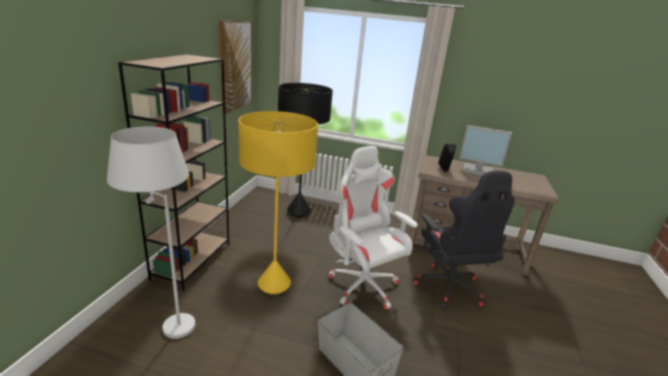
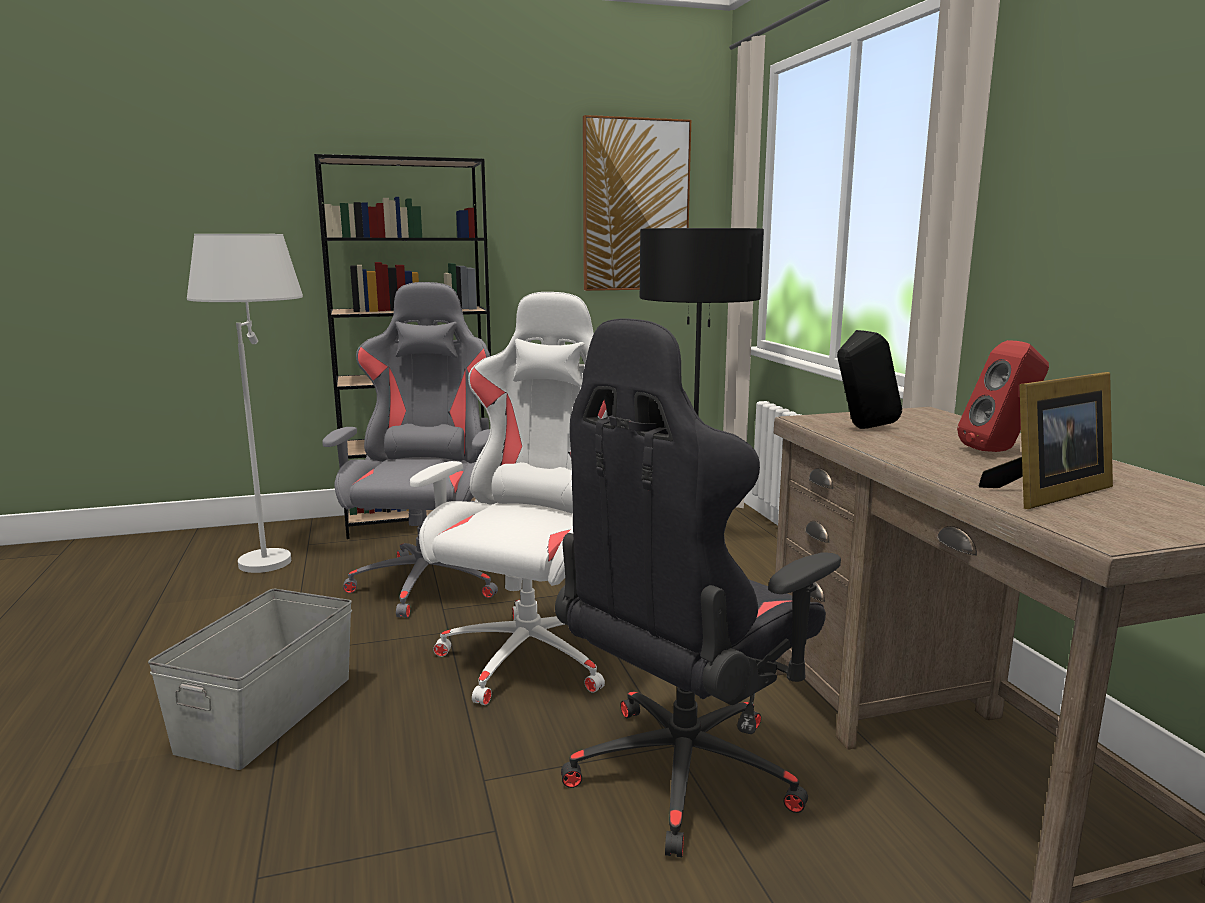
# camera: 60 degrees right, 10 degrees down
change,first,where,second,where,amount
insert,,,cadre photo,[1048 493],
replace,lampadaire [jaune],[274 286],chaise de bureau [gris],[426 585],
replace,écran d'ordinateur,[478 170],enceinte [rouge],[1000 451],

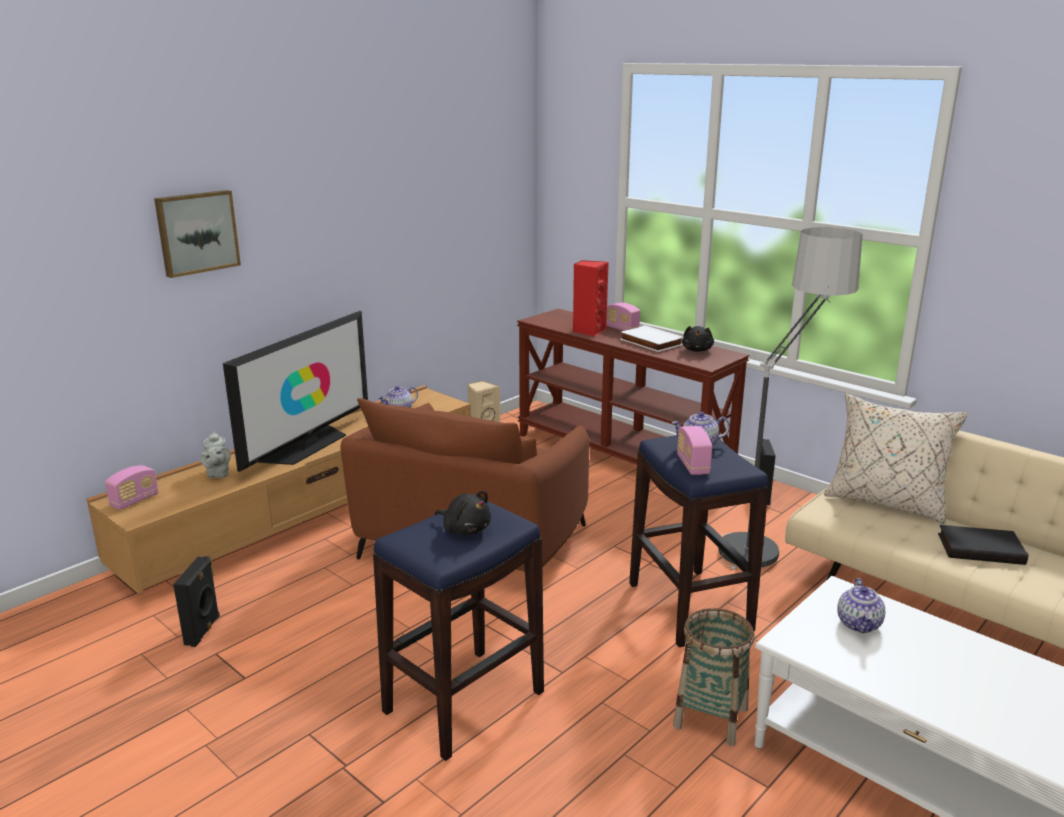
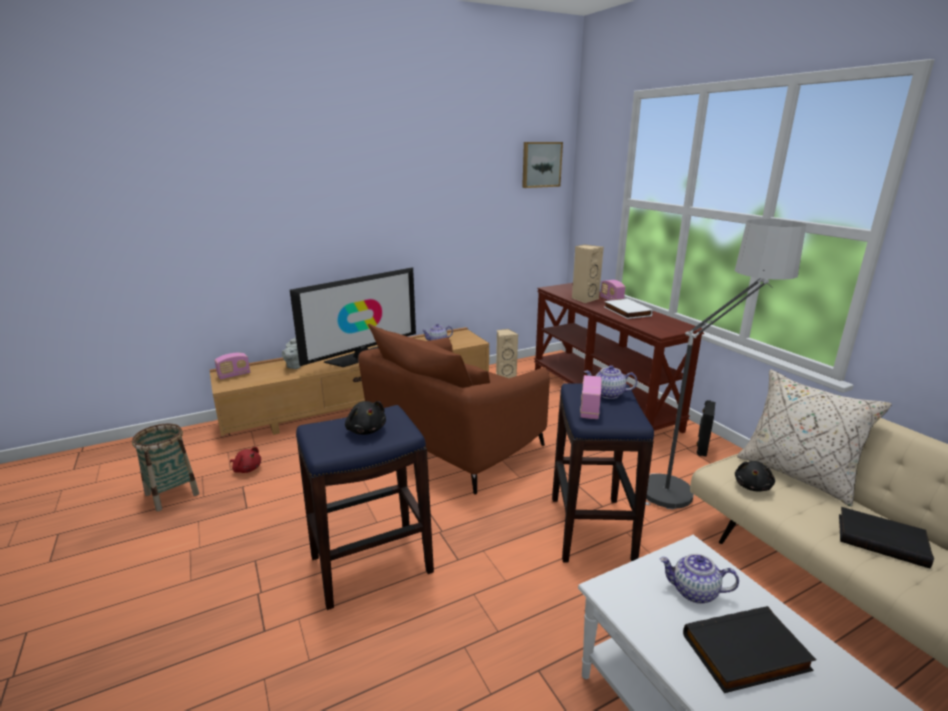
# camera: 20 degrees right, 0 degrees up
change,first,where,second,where,amount
insert,,,livre [noir],[746 654],
move,tableau,[196 232],,[541 164],
move,panier,[711 717],,[172 494],
move,peluche [noir],[697 350],,[752 486],
replace,enceinte [noir],[203 630],peluche [rouge],[247 469],
recolor,enceinte [rouge],[589 331],enceinte [beige],[584 299],
rotate,théière,[859 624],,[694 592],75 degrees clockwise

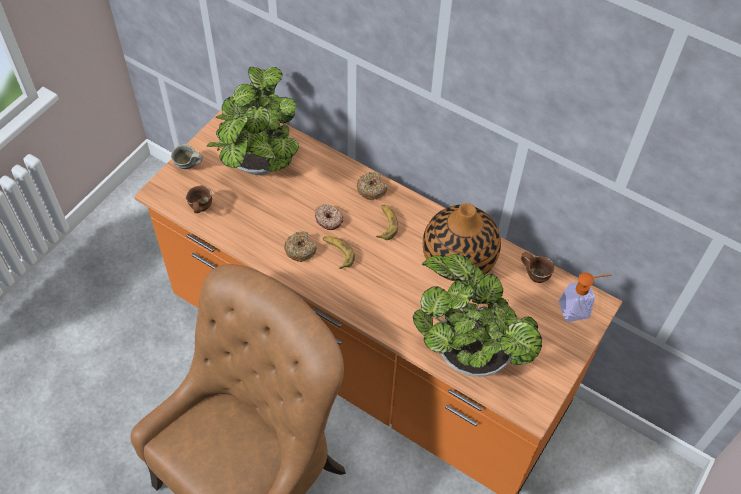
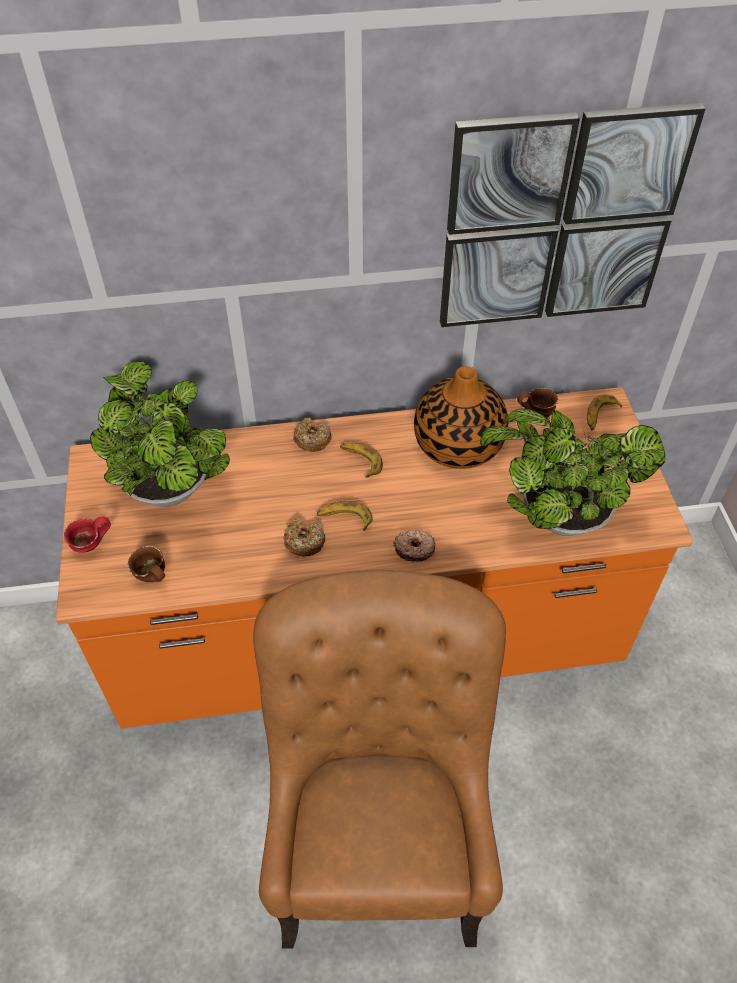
# camera: 40 degrees left, 5 degrees down
change,first,where,second,where,amount
insert,,,tableau,[559 221],
move,beignet,[329 219],,[414 548],
replace,distributeur de savon,[579 309],banane,[600 416],
recolor,mug [gris],[188 167],mug [rouge],[91 547],

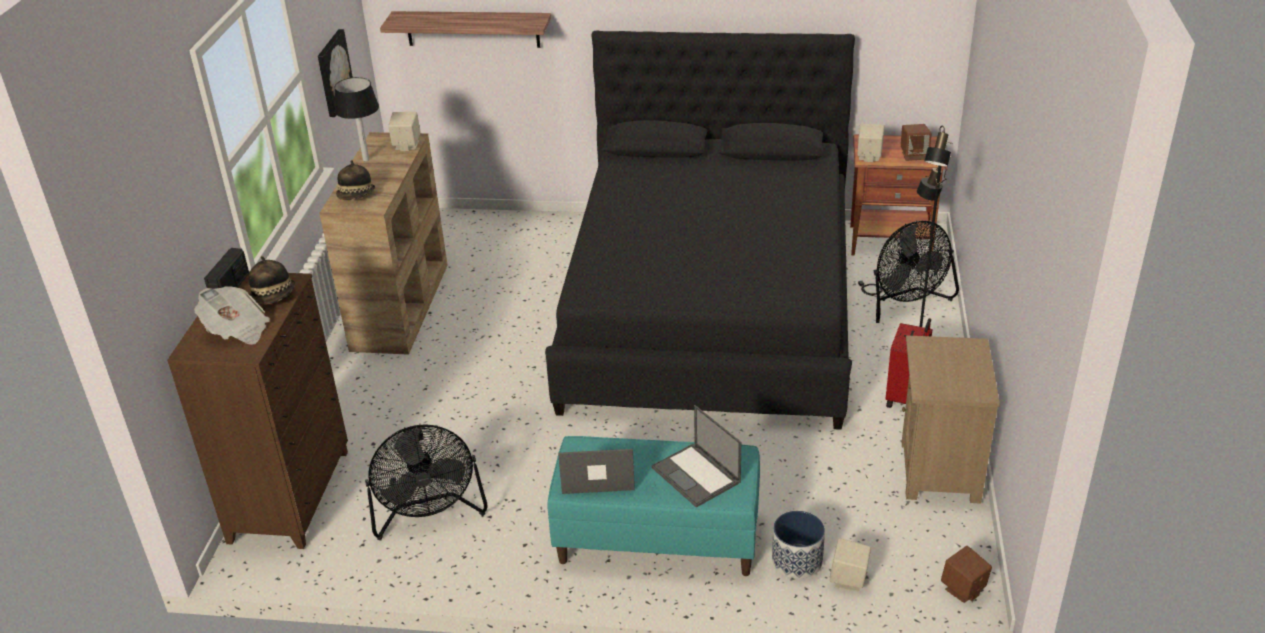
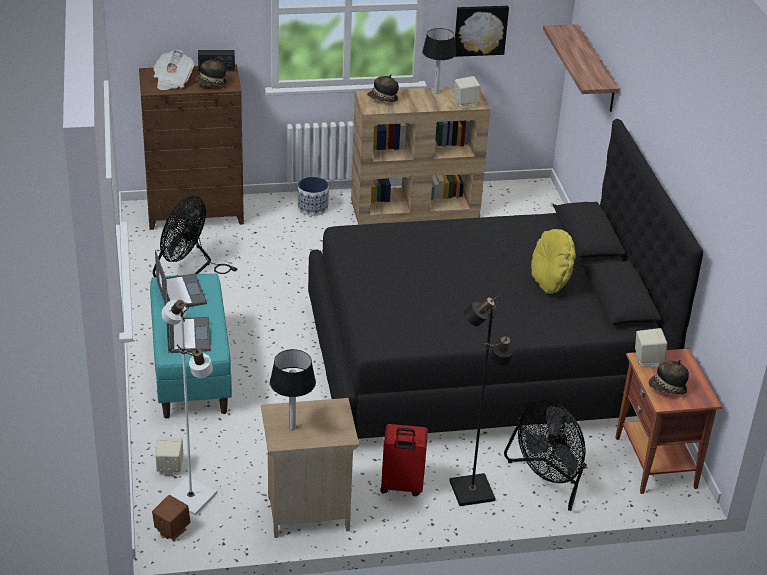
# camera: 70 degrees right, 0 degrees up
change,first,where,second,where,amount
insert,,,lampadaire [blanc],[191 497],
insert,,,lampe de table,[292 428],
insert,,,coussin [jaune],[550 283],
move,cache-pot,[797 560],,[313 208],
replace,enceinte [marron],[914 155],chapeau,[667 389],
rotate,ventilateur [noir],[424 513],,[193 267],60 degrees clockwise
rotate,ordinateur portable,[697 475],,[188 335],135 degrees clockwise

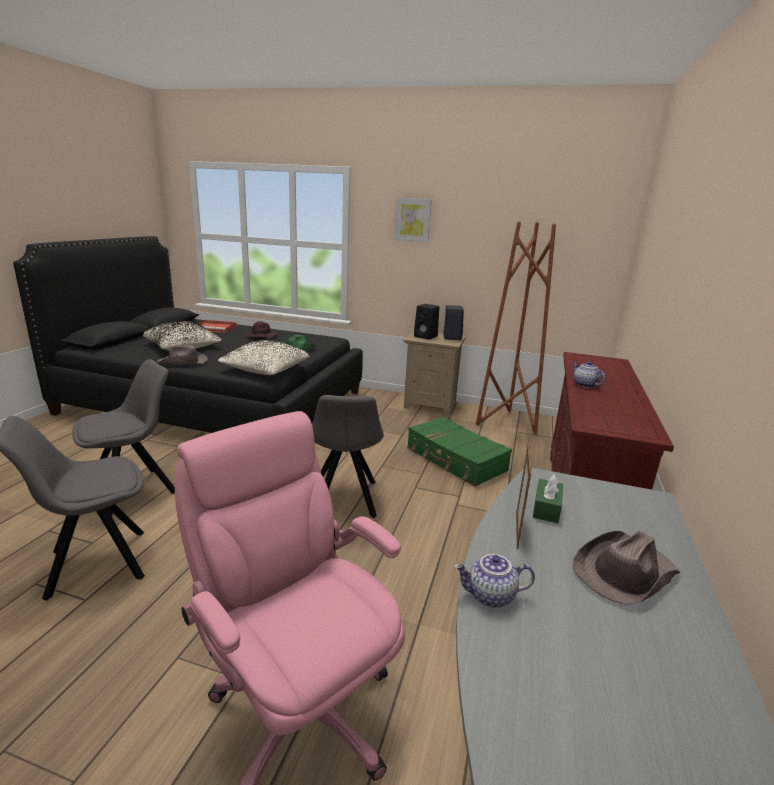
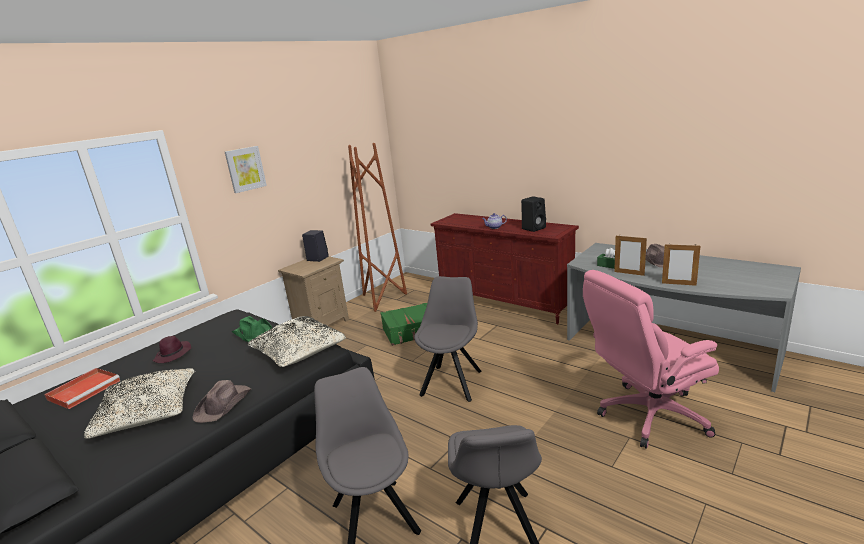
# camera: 65 degrees left, 0 degrees up
change,first,where,second,where,amount
move,enceinte [noir],[426 336],,[534 228],
replace,théière,[490 596],cadre photo,[678 284],
rotate,chaise [gris],[345 499],,[452 383],90 degrees counterclockwise

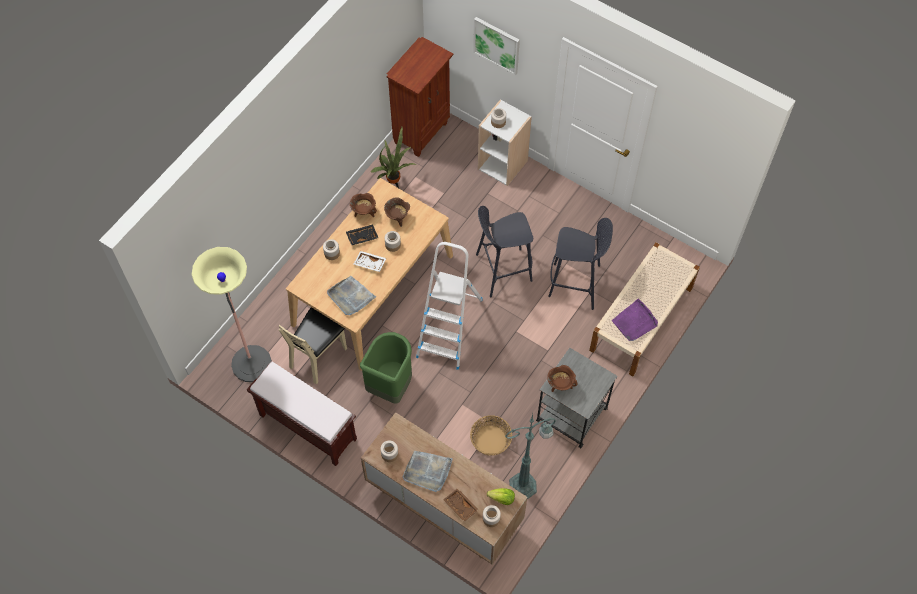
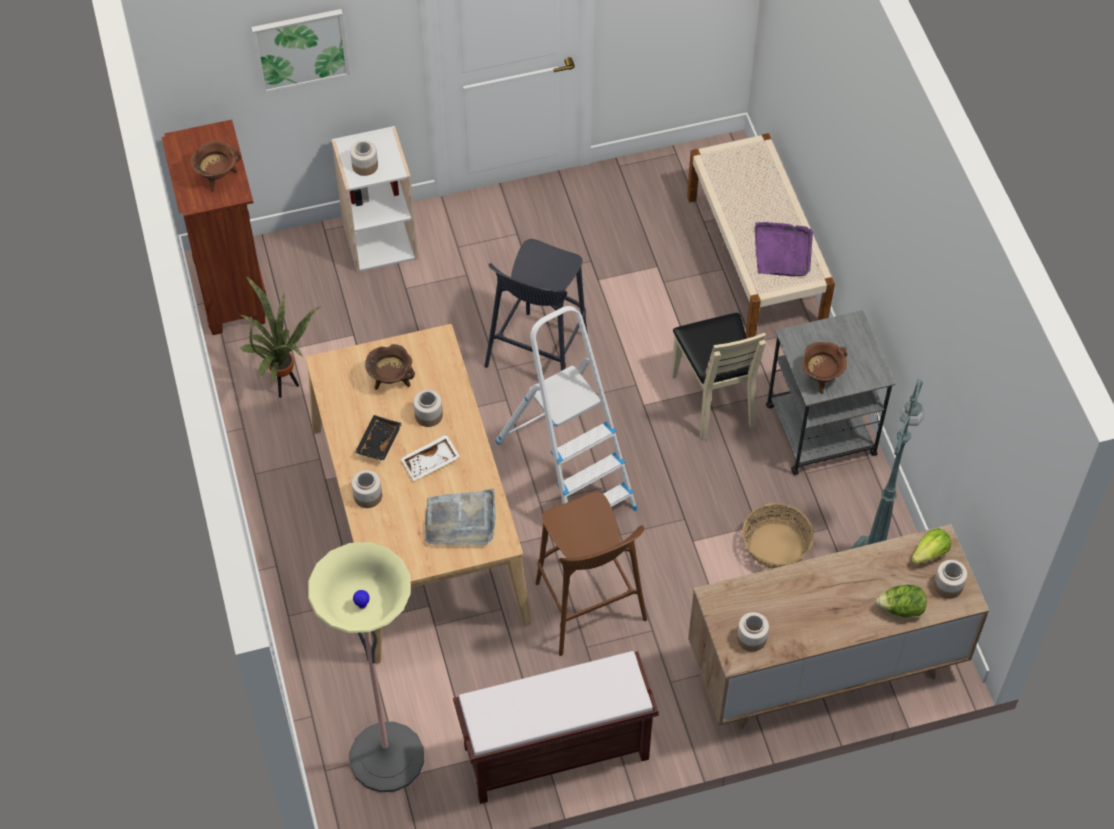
# camera: 50 degrees left, 5 degrees down
change,first,where,second,where,amount
delete,plateau [gris],[427 471],,,
delete,tabouret [gris],[575 284],,,
move,chaise [beige],[318 356],,[714 399],
move,marmite [marron],[364 212],,[218 177],
replace,poubelle [vert],[390 385],tabouret [marron],[587 606],
replace,plateau [marron],[460 506],laitue,[901 609],

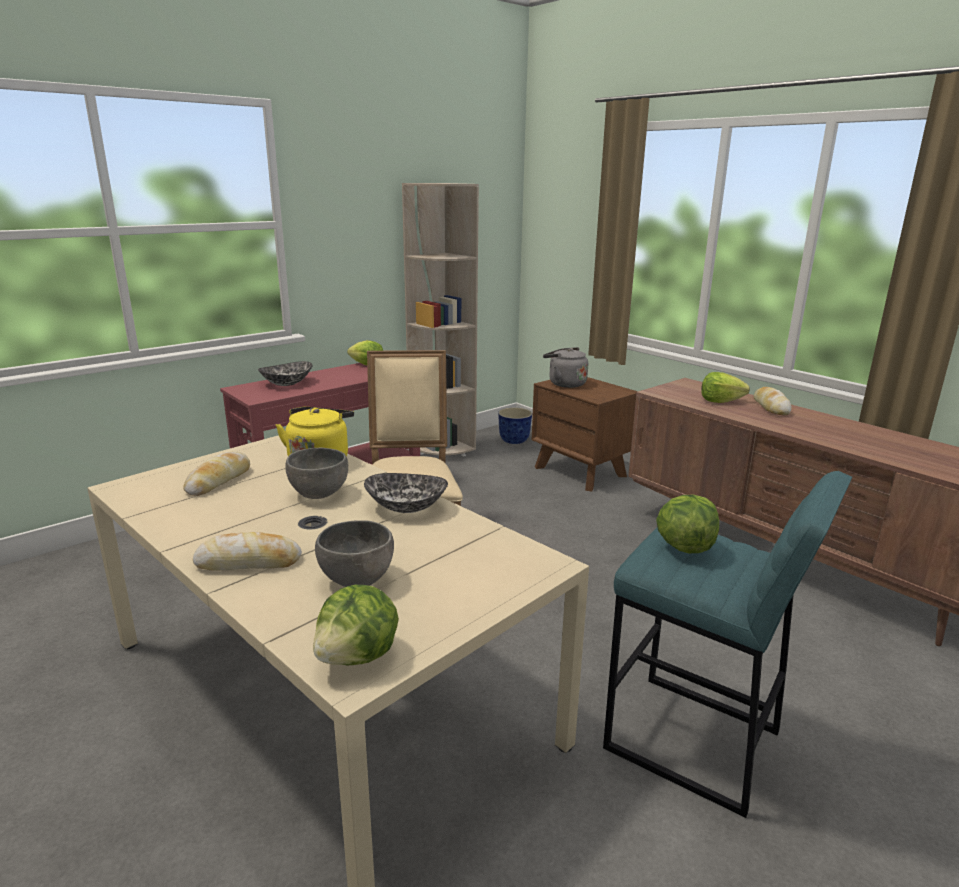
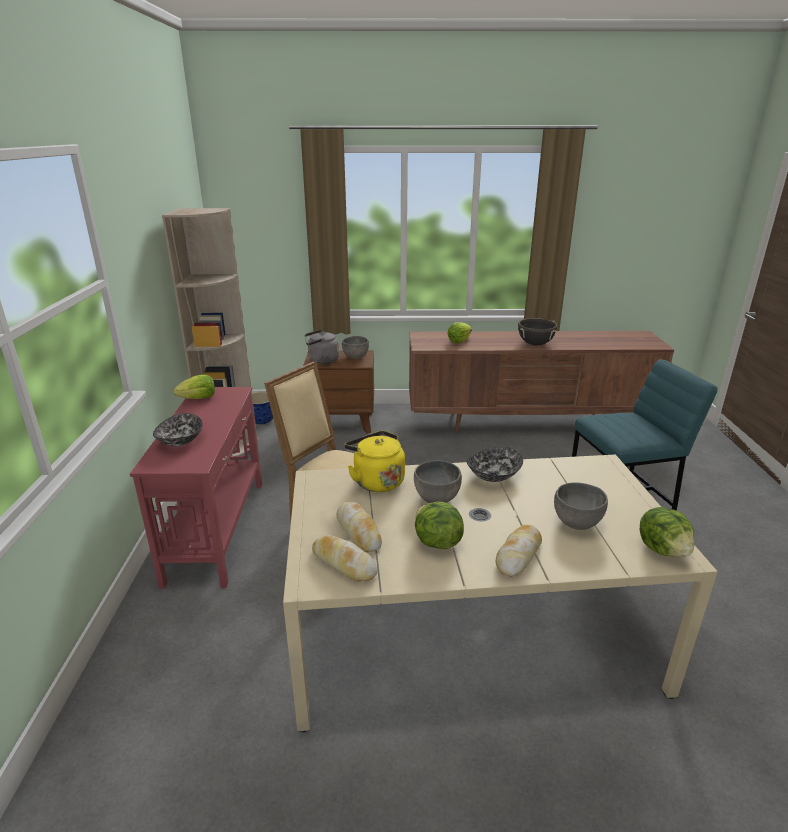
# camera: 50 degrees left, 5 degrees up
change,first,where,second,where,amount
insert,,,bol [gris],[355 357],
insert,,,marmite [noir],[535 344],
move,laitue,[684 546],,[436 542],
move,pain,[770 407],,[344 563],

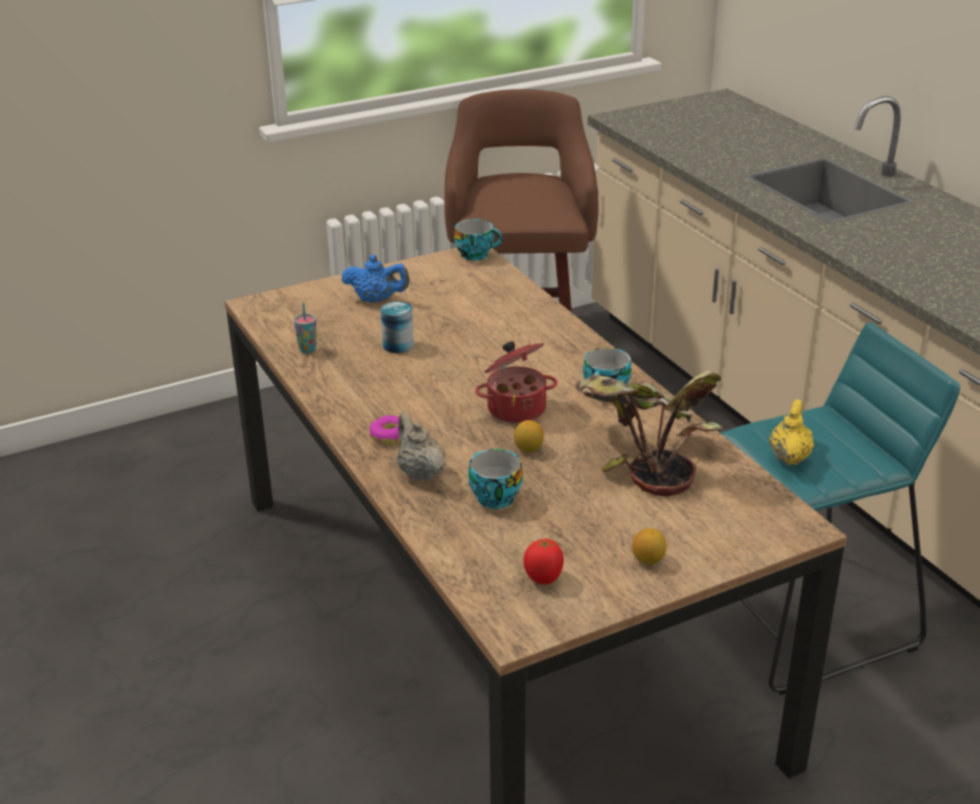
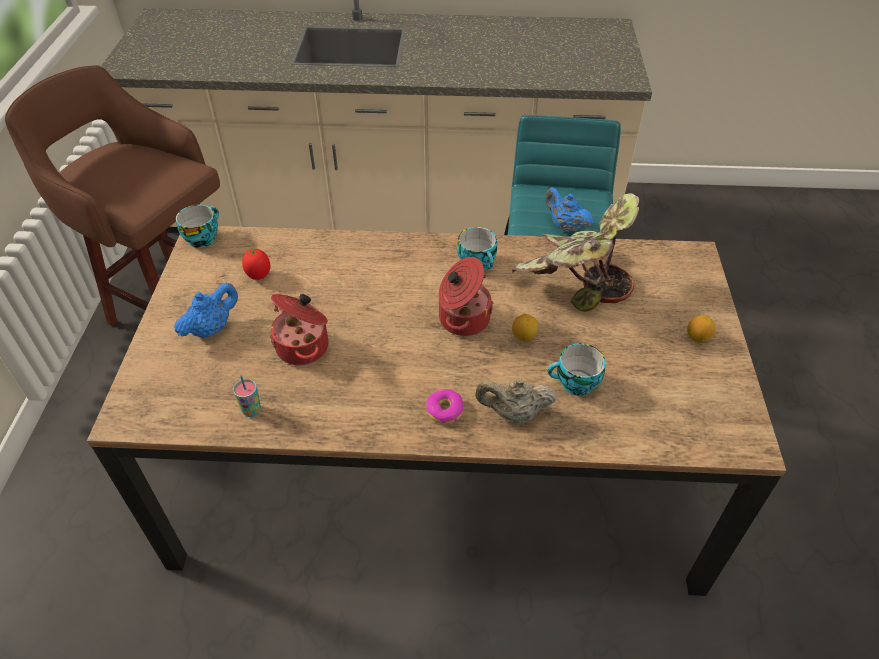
# camera: 60 degrees left, 15 degrees up
change,first,where,second,where,amount
move,tomate,[543 579],,[259 276],
replace,boîte métallique,[398 345],marmite,[304 346],
recolor,théière [jaune],[789 456],théière [bleu],[565 226],

